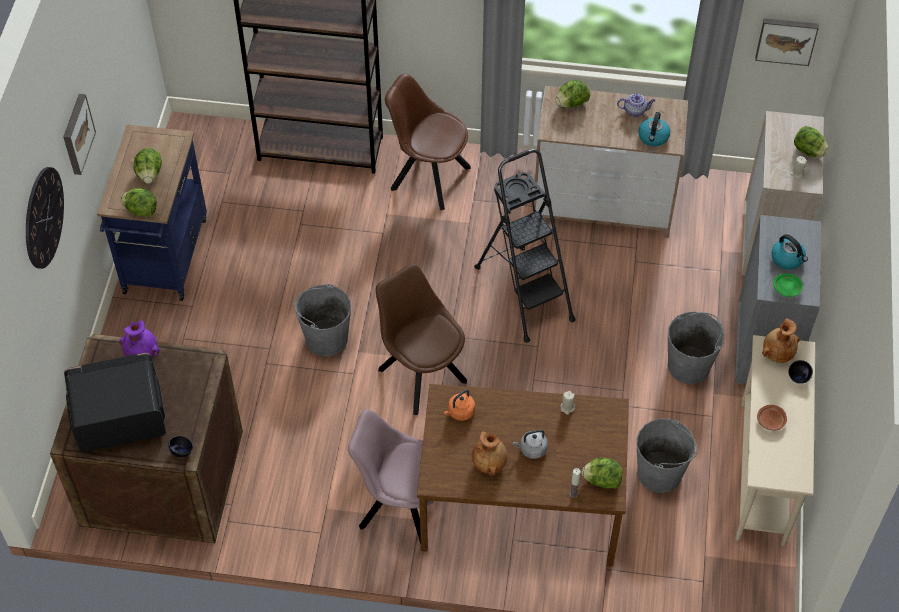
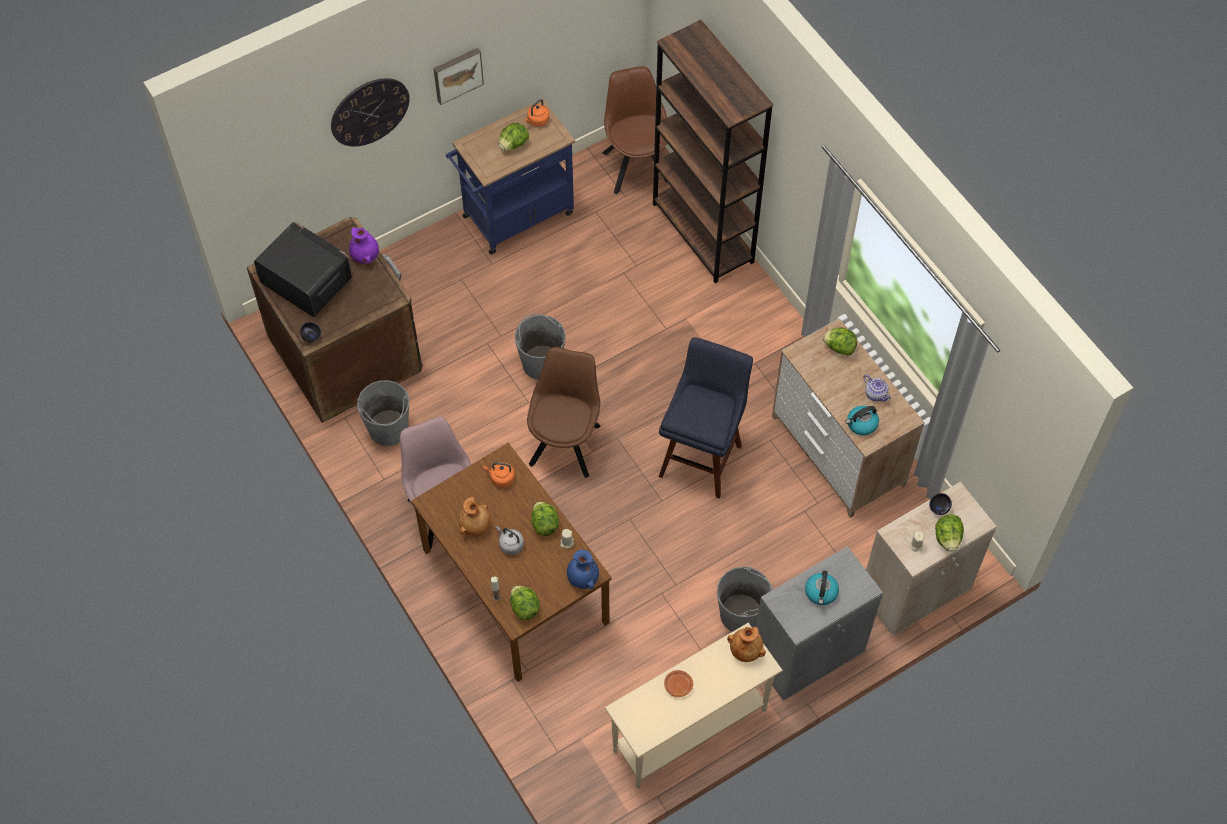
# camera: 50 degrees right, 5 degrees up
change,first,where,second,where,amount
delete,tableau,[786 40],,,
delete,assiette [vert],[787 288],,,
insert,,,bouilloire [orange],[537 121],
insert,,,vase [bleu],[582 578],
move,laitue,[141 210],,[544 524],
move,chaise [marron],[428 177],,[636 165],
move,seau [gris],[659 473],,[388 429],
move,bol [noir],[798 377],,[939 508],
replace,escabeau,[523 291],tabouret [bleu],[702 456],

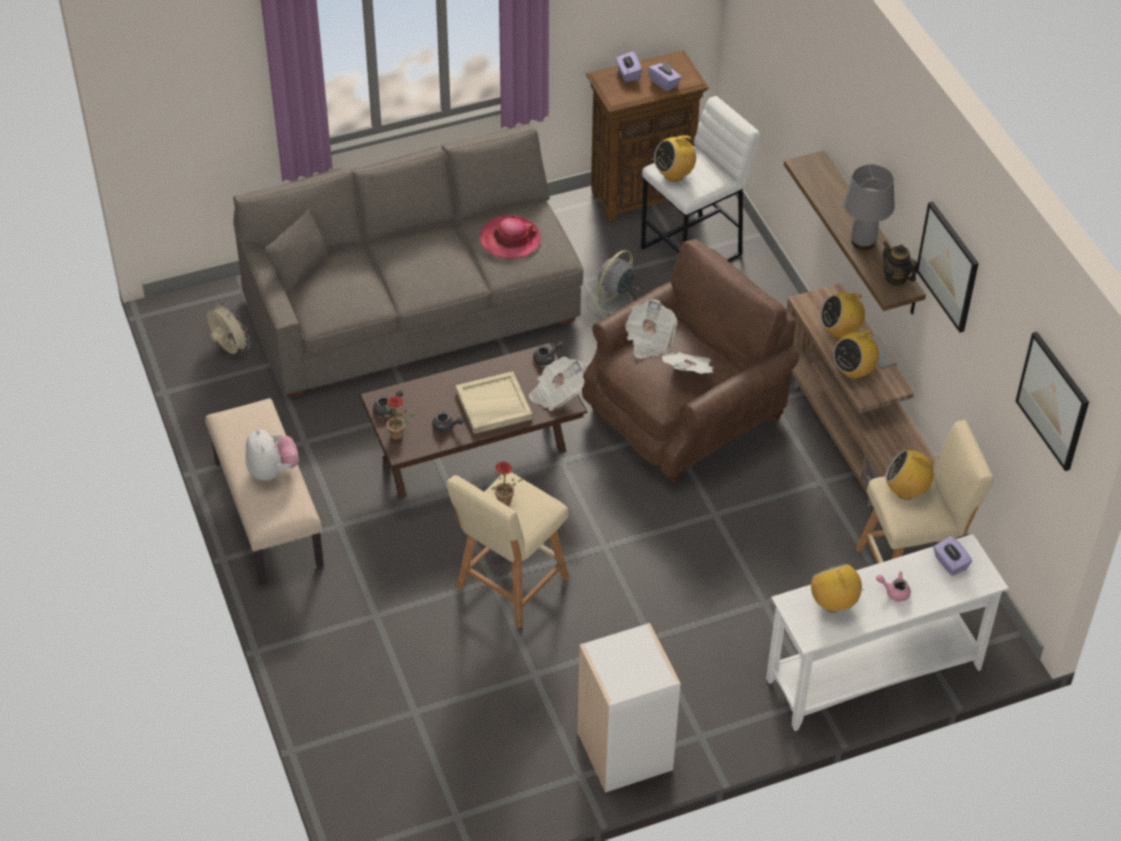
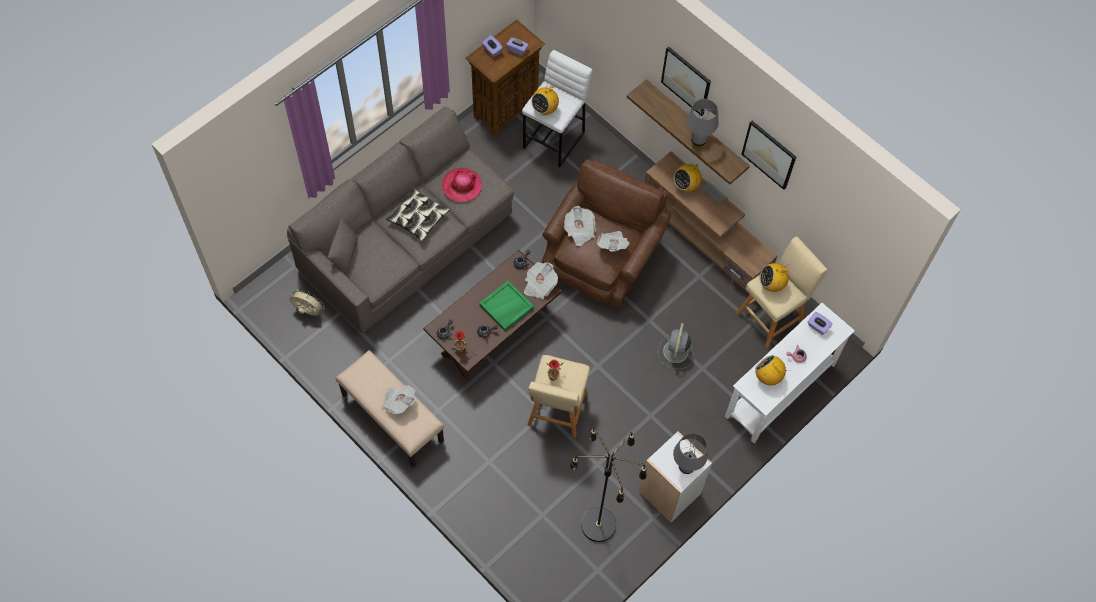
# camera: 25 degrees left, 15 degrees up
change,first,where,second,where,amount
delete,radio,[853 371],,,
delete,théière,[896 278],,,
insert,,,coussin,[418 218],
insert,,,lampadaire,[599 524],
insert,,,lampe de table [gris],[686 466],
move,ventilateur [gris],[613 302],,[675 352],
move,tableau,[1053 400],,[686 80],
replace,peluche,[272 471],journal,[399 402],
recolor,plateau [beige],[493 405],plateau [vert],[506 307],

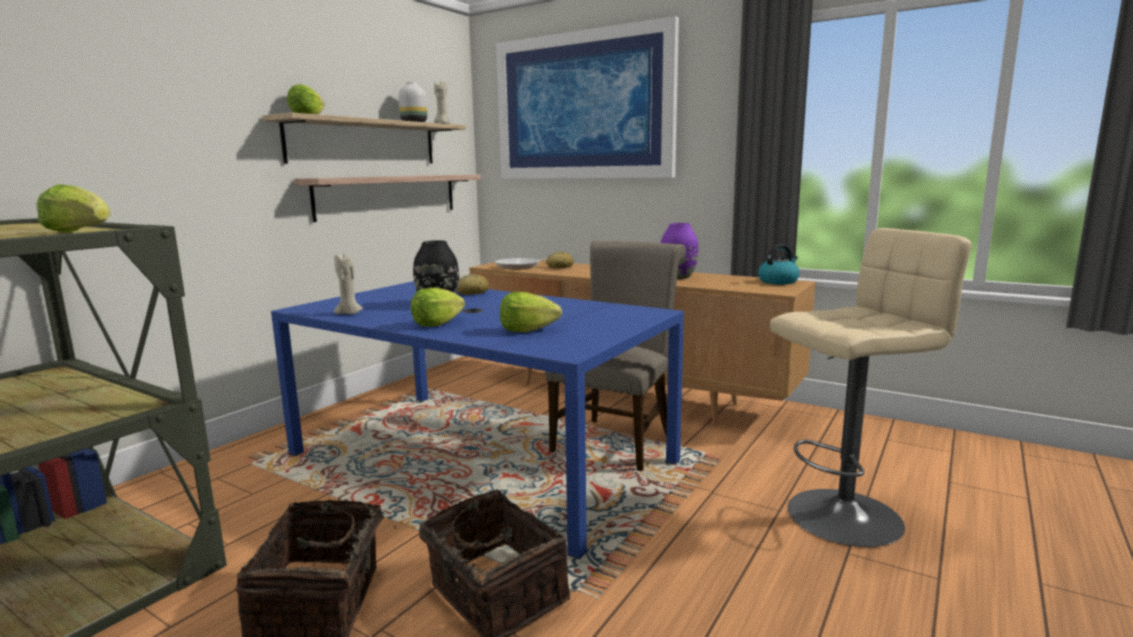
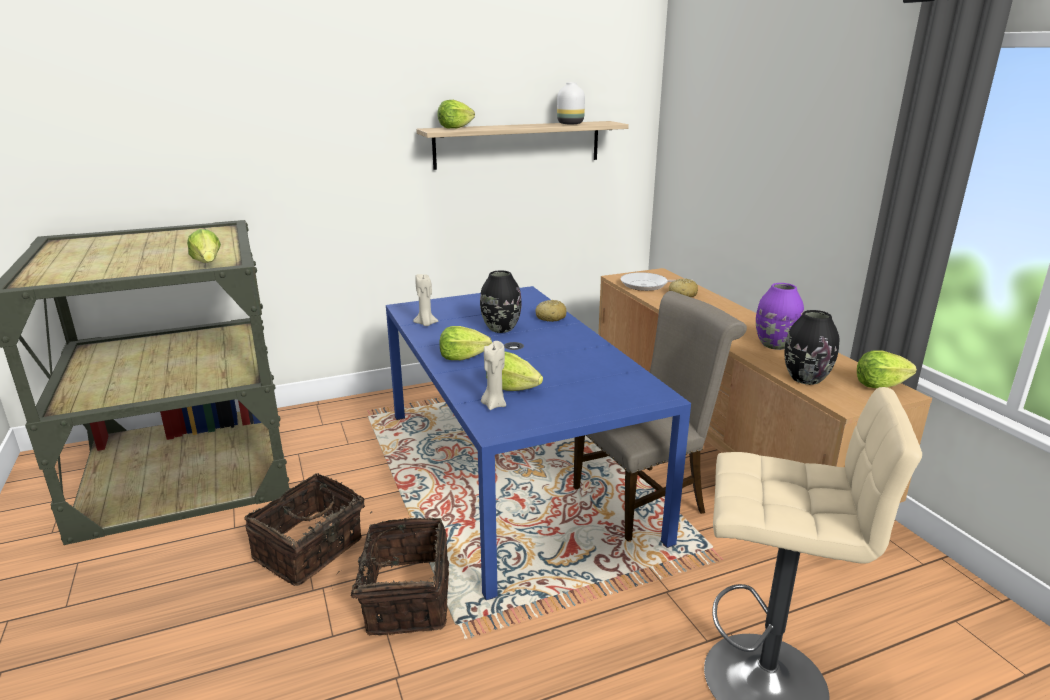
# camera: 35 degrees right, 10 degrees up
change,first,where,second,where,amount
delete,étagère,[388 195],,,
delete,tableau,[582 106],,,
insert,,,vase [noir],[805 378],
move,bougie [beige],[442 124],,[494 405],
replace,bouilloire,[778 281],laitue,[880 385],

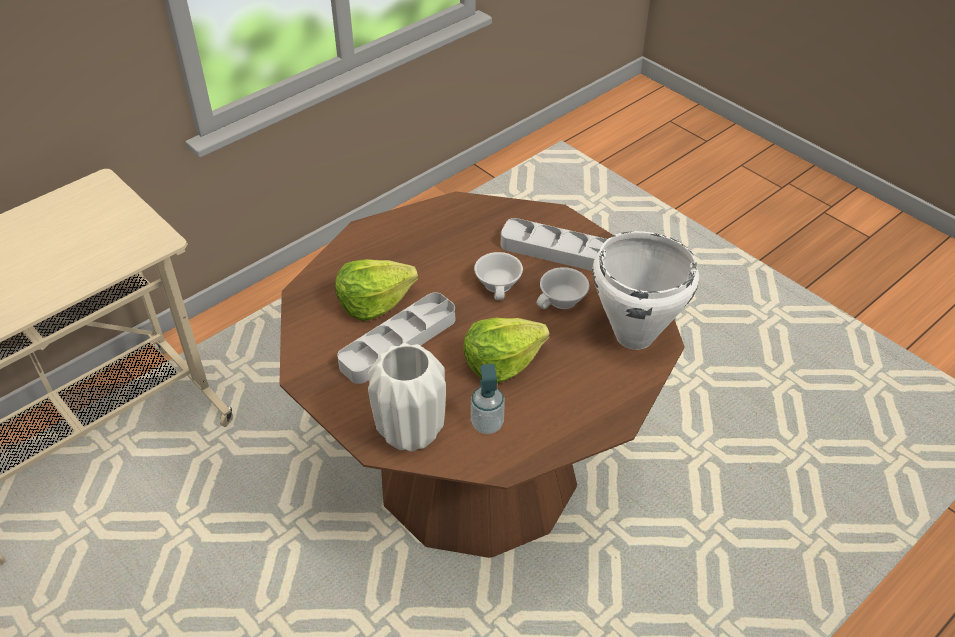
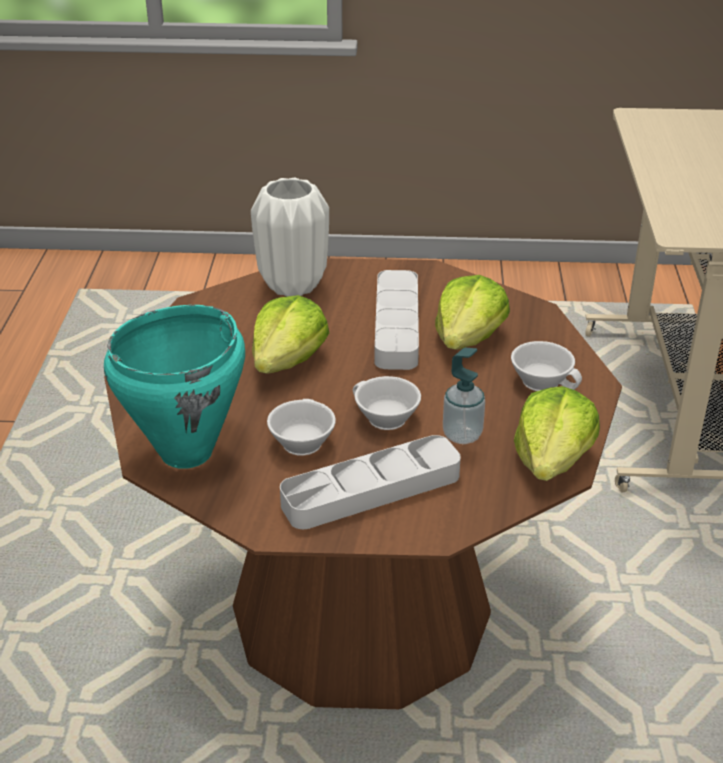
# camera: 135 degrees right, 10 degrees down
change,first,where,second,where,amount
insert,,,tasse [blanc],[543 380],
insert,,,laitue,[552 460],
move,distributeur de savon,[487 424],,[462 435],
recolor,marmite [blanc],[633 335],marmite [turquoise],[188 452],

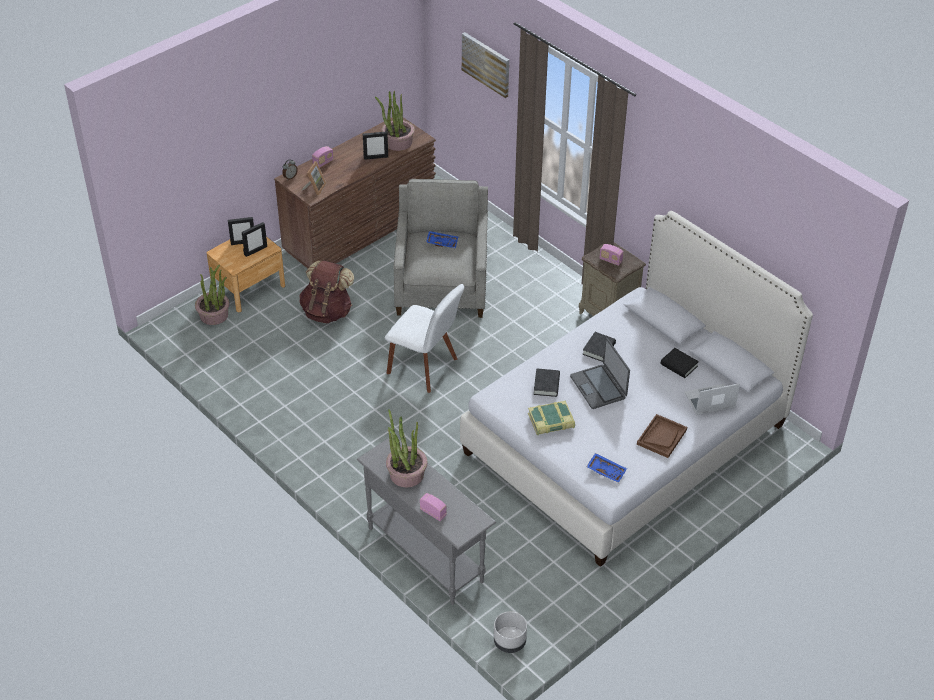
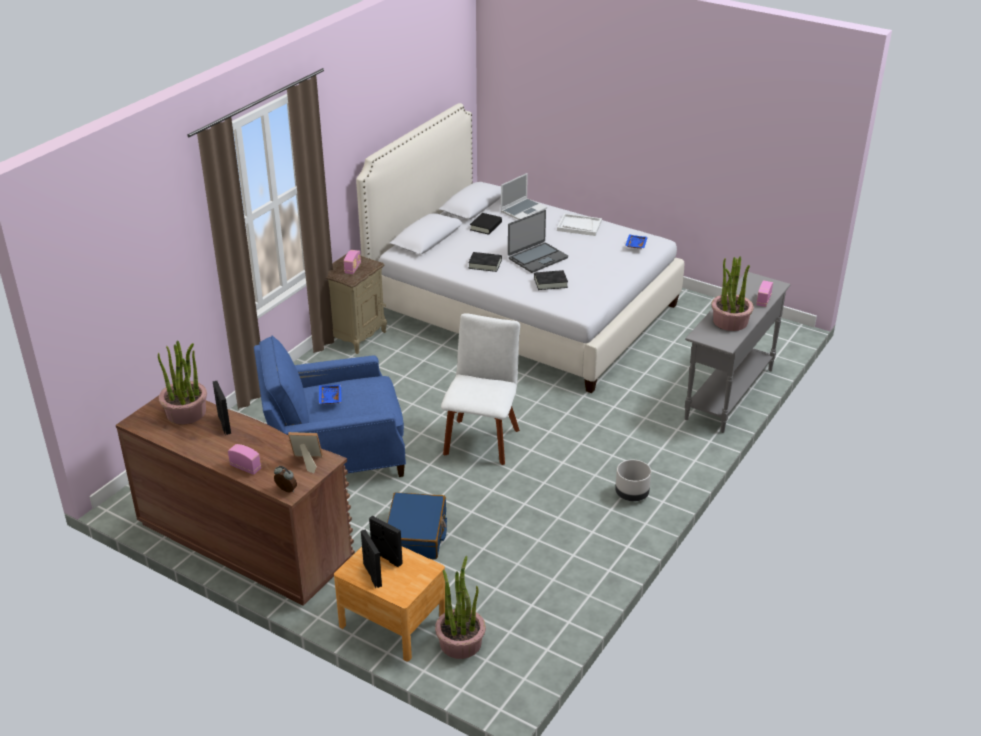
# camera: 105 degrees left, 10 degrees down
change,first,where,second,where,amount
delete,tableau,[486 64],,,
delete,livre,[551 421],,,
move,cache-pot [gris],[509 642],,[632 494],
replace,sac à dos [marron],[327 311],valise [bleu],[416 535],
recolor,fauteuil [gris],[442 283],fauteuil [bleu],[335 452],
recolor,plateau [marron],[661 437],plateau [blanc],[579 226],
rotate,ordinateur portable,[709 401],,[523 210],105 degrees counterclockwise

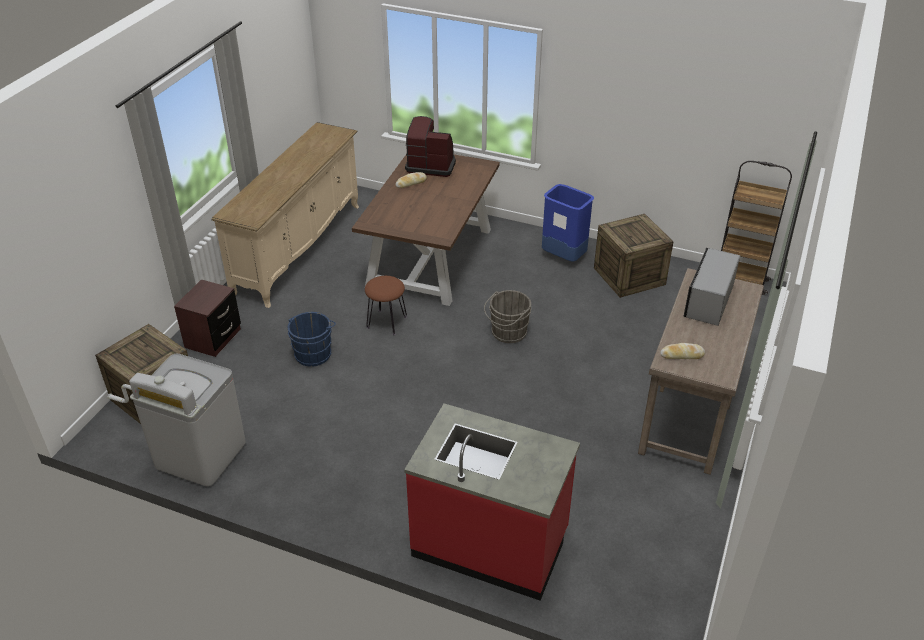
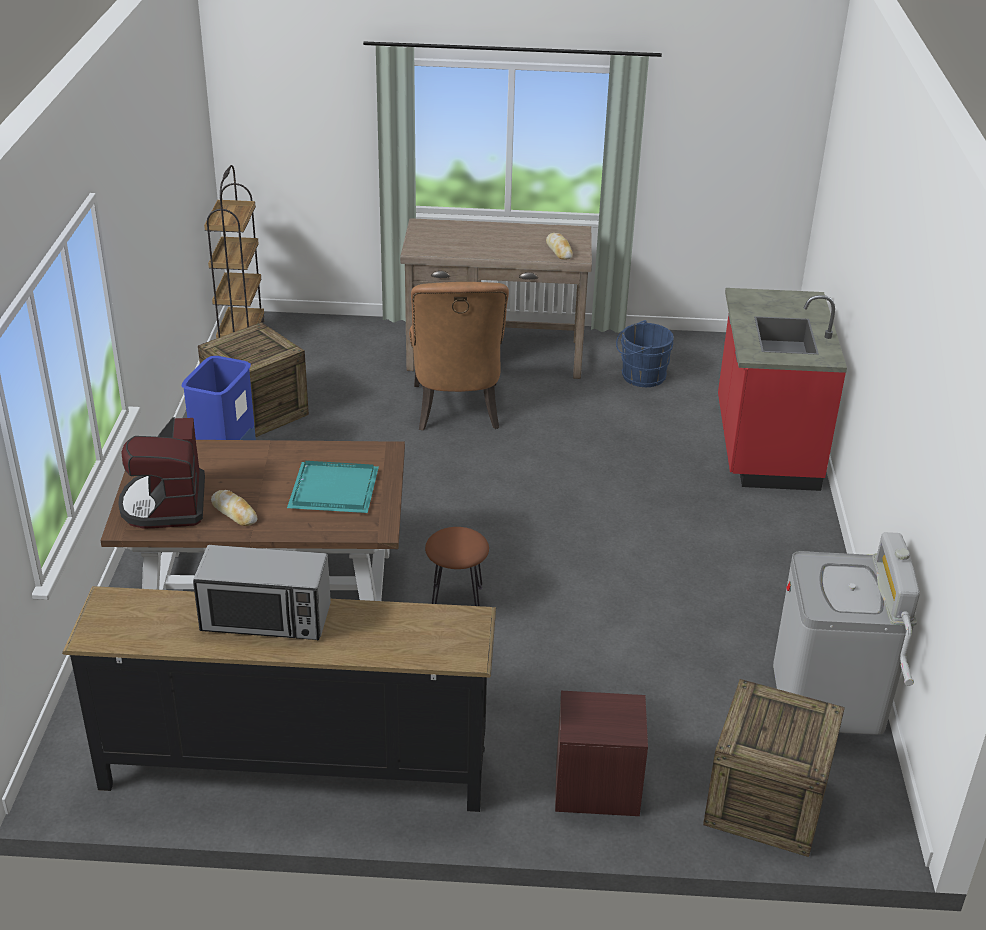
# camera: 110 degrees left, 5 degrees down
change,first,where,second,where,amount
delete,seau [gris],[507 333],,,
insert,,,plateau [turquoise],[332 489],
insert,,,chaise [marron],[457 407],
move,seau [bleu],[314 353],,[640 376],
move,micro-ondes,[708 301],,[266 618],
recolor,commode [beige],[299 249],commode [noir],[295 766],

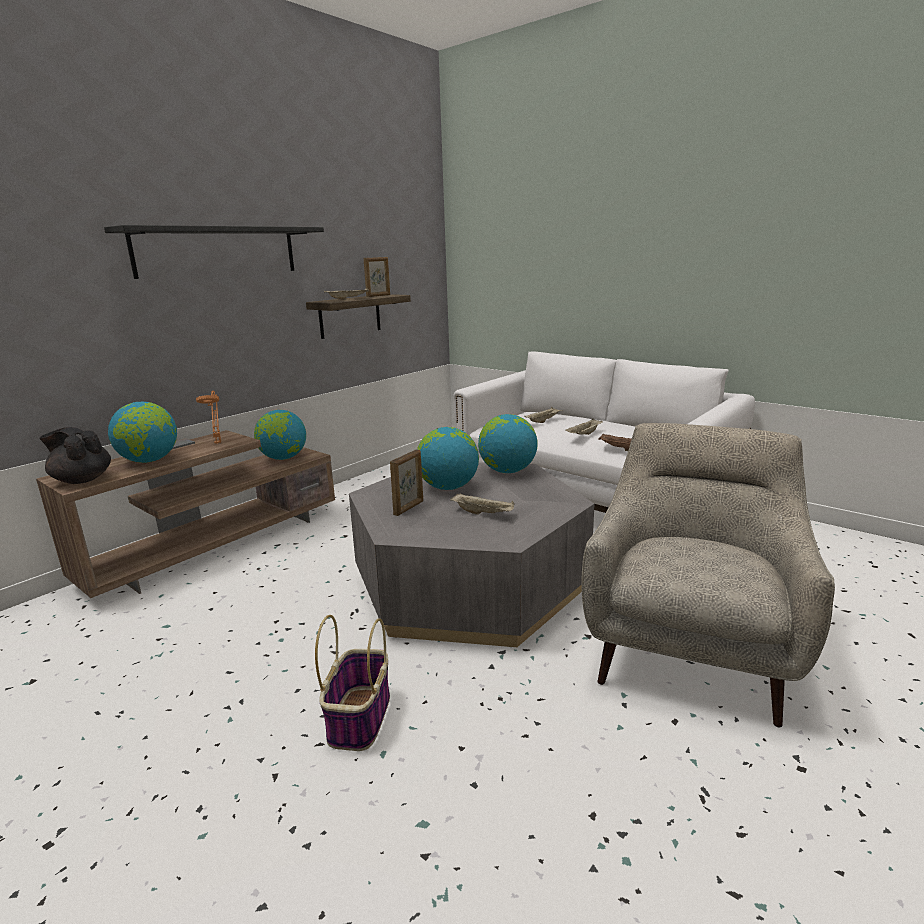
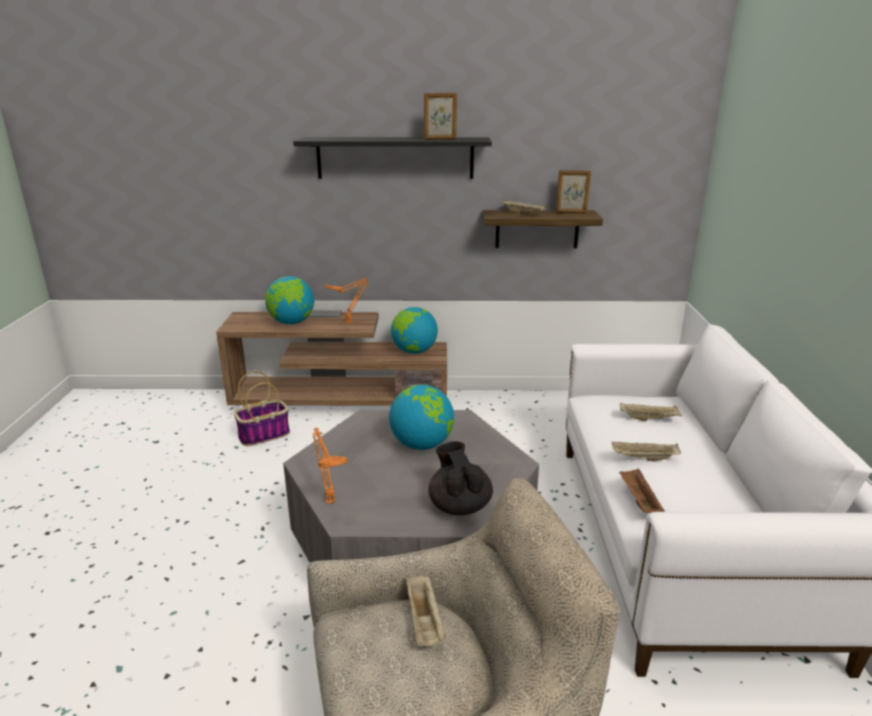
# camera: 50 degrees right, 5 degrees up
change,first,where,second,where,amount
delete,globe,[507 471],,,
insert,,,lampe de table [orange],[329 500],
move,théière [noir],[82 480],,[459 505],
move,panier,[359 717],,[264 435],
move,cadre photo,[409 508],,[440 139],
move,plateau [beige],[483 513],,[425 621],

